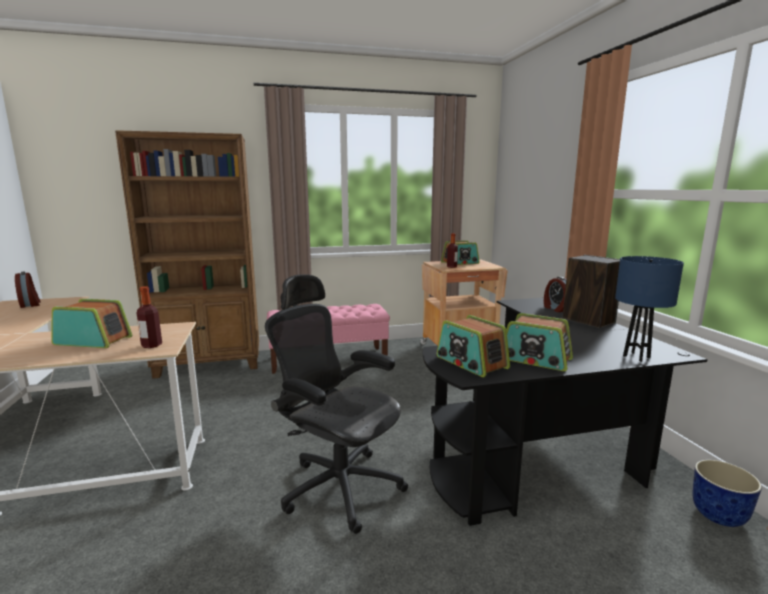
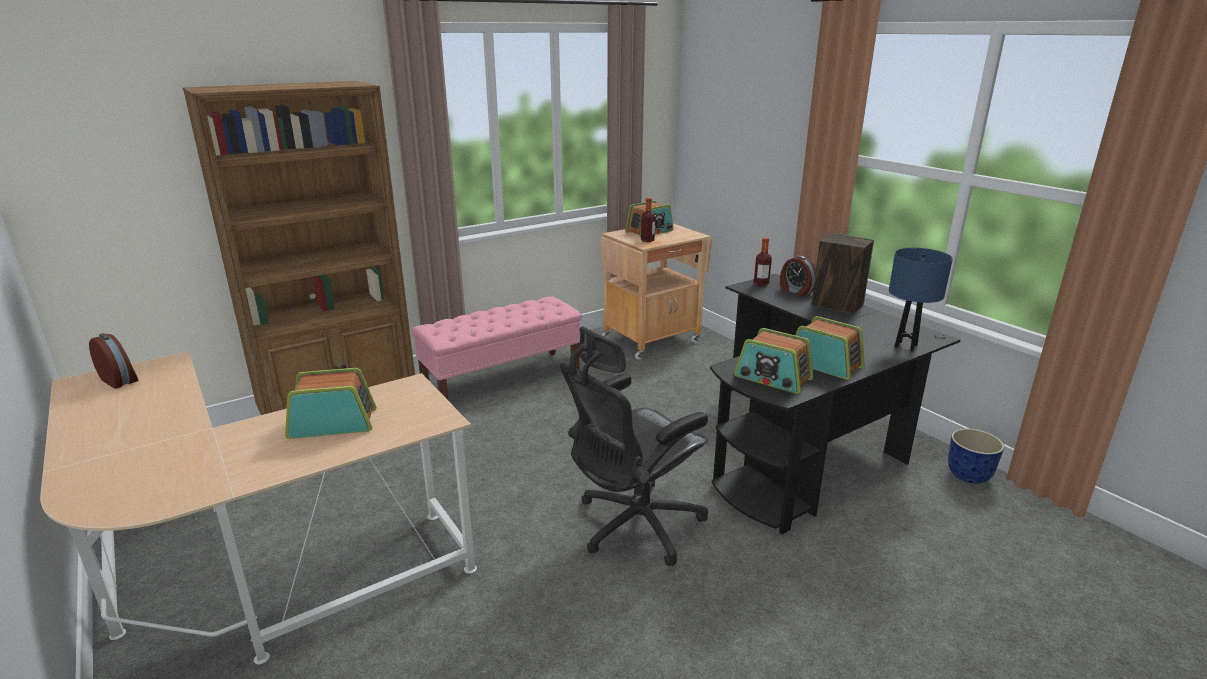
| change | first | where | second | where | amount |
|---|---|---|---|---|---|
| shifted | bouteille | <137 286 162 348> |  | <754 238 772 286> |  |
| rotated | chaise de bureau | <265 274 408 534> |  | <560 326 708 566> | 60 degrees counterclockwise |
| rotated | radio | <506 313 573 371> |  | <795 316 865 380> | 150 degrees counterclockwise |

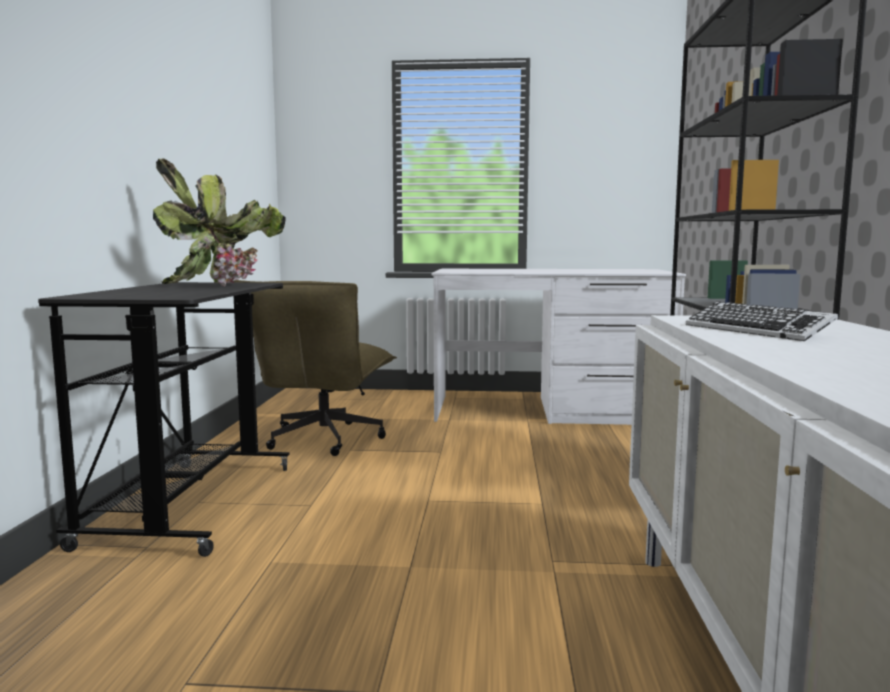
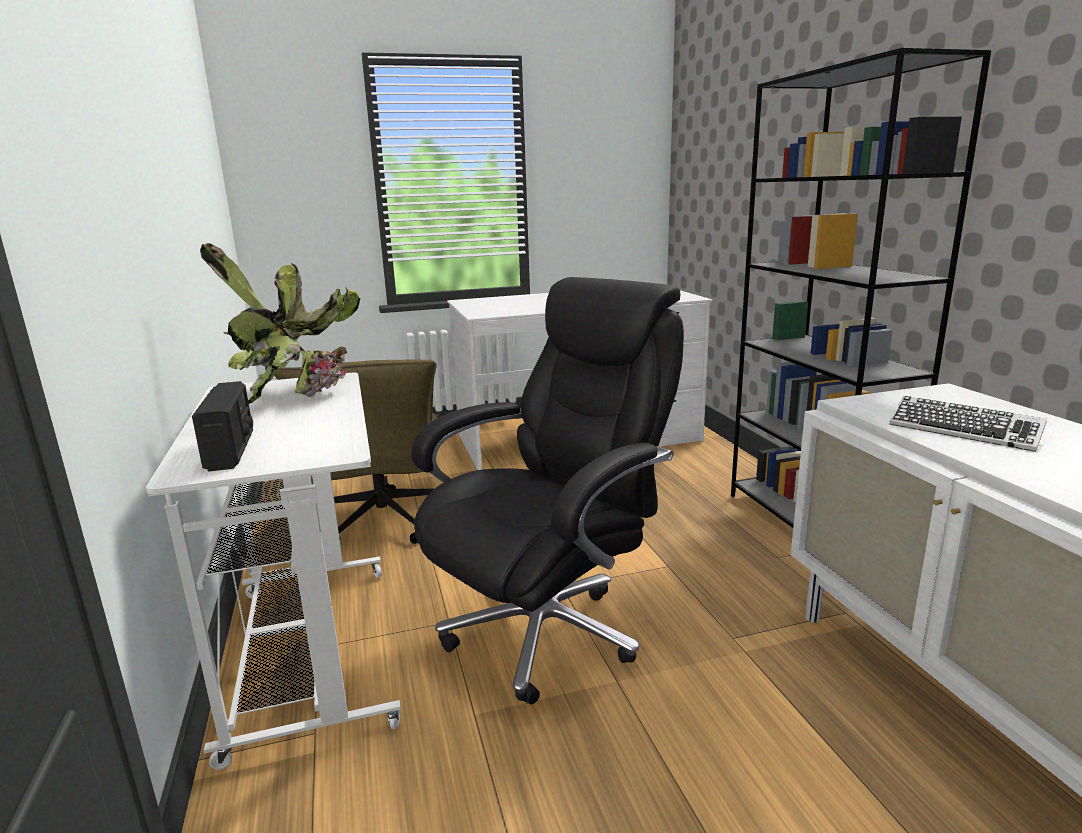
| change | first | where | second | where | amount |
|---|---|---|---|---|---|
| new |  |  | radio | <192 381 253 472> |  |
| new |  |  | chaise de bureau (noir) | <412 277 684 704> |  |
| repainted | bureau (noir) | <38 282 290 557> | bureau (blanc) | <146 373 401 770> |  |

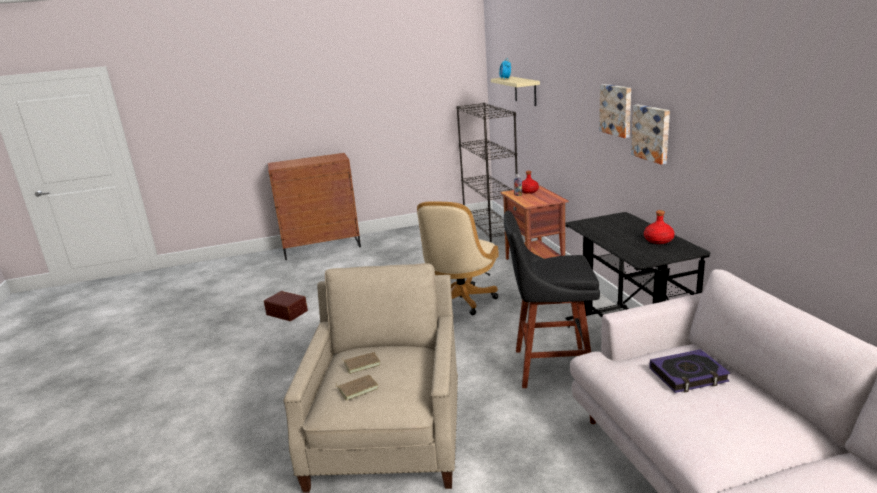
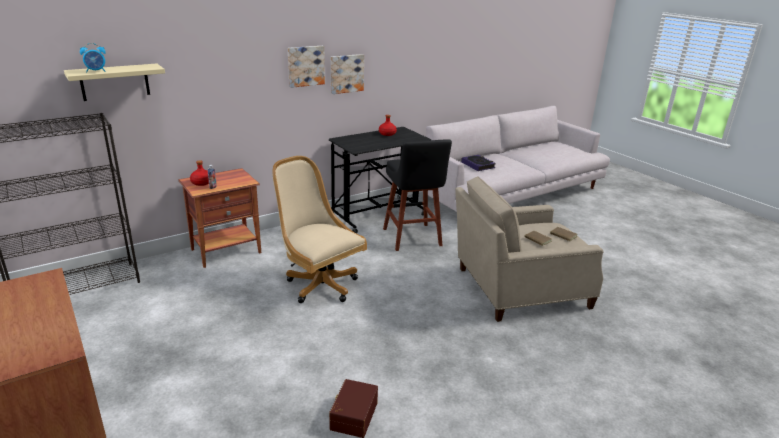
| change | first | where | second | where | amount |
|---|---|---|---|---|---|
| rotated | chaise de bureau (beige) | <417 202 499 316> |  | <273 156 367 303> | 135 degrees counterclockwise |

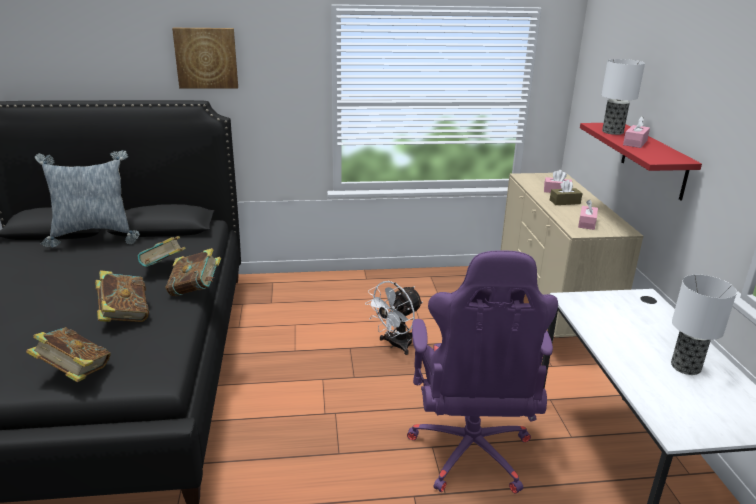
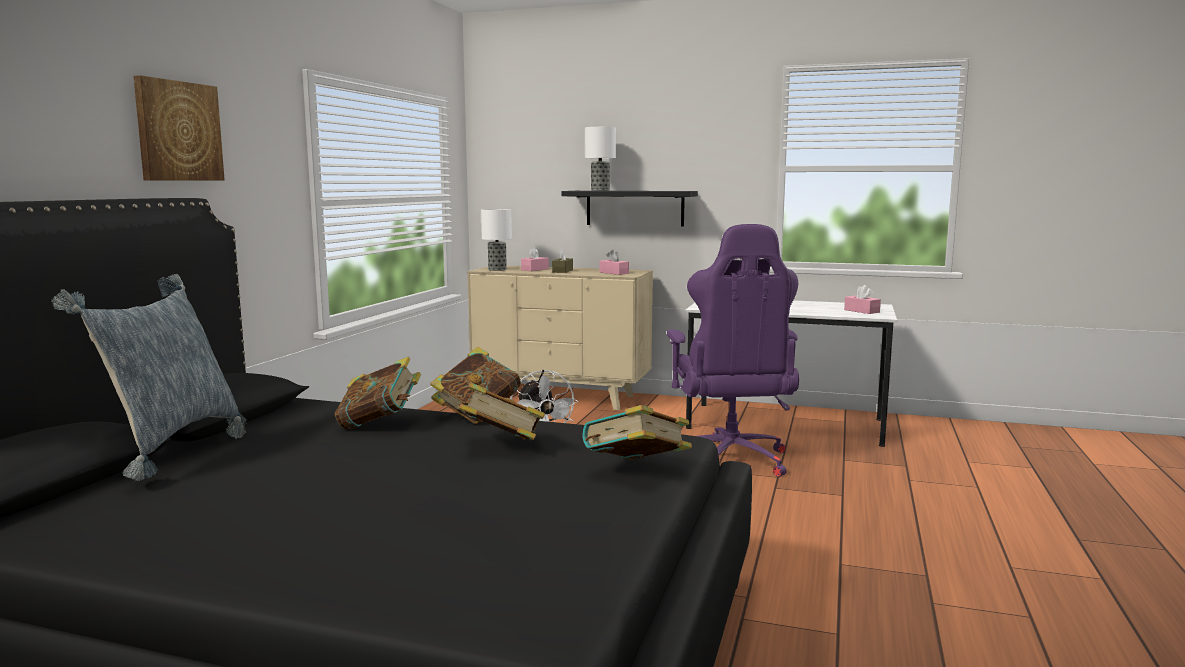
| change | first | where | second | where | amount |
|---|---|---|---|---|---|
| shifted | boîte à mouchoirs (rose) | <623 116 650 148> |  | <844 285 881 314> |  |
| shifted | lampe de table | <671 275 737 375> |  | <481 209 512 271> |  |
| repainted | étagère (rouge) | <580 123 702 201> | étagère (noir) | <562 191 698 227> |  |
| rotated | chaise de bureau (violet) | <407 250 558 494> |  | <667 224 799 477> | 60 degrees clockwise |

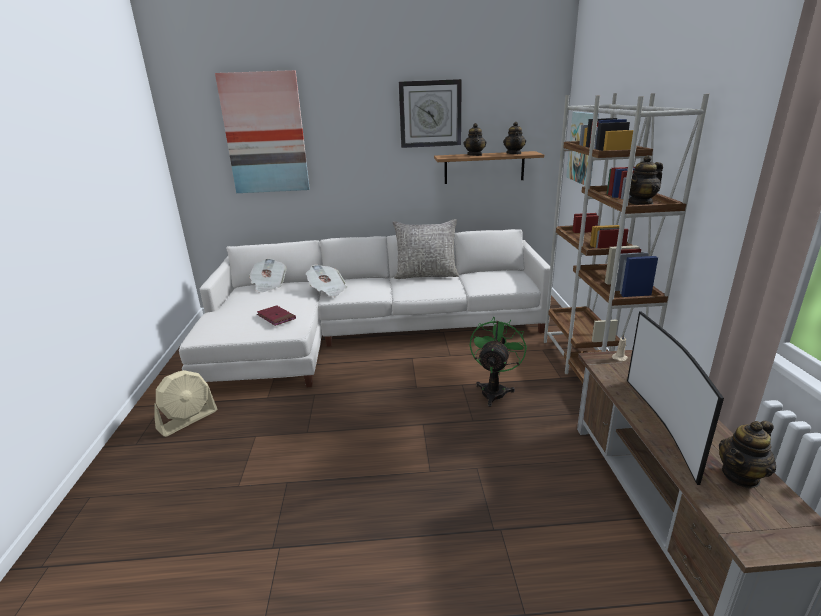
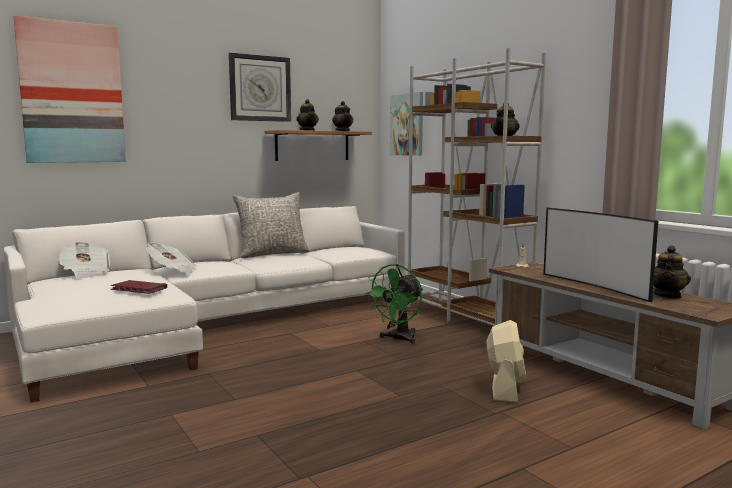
| change | first | where | second | where | amount |
|---|---|---|---|---|---|
| shifted | ventilateur (beige) | <154 370 217 437> |  | <486 320 526 402> |  |
| rotated | ventilateur (vert) | <469 317 527 407> |  | <365 264 423 344> | 135 degrees counterclockwise |

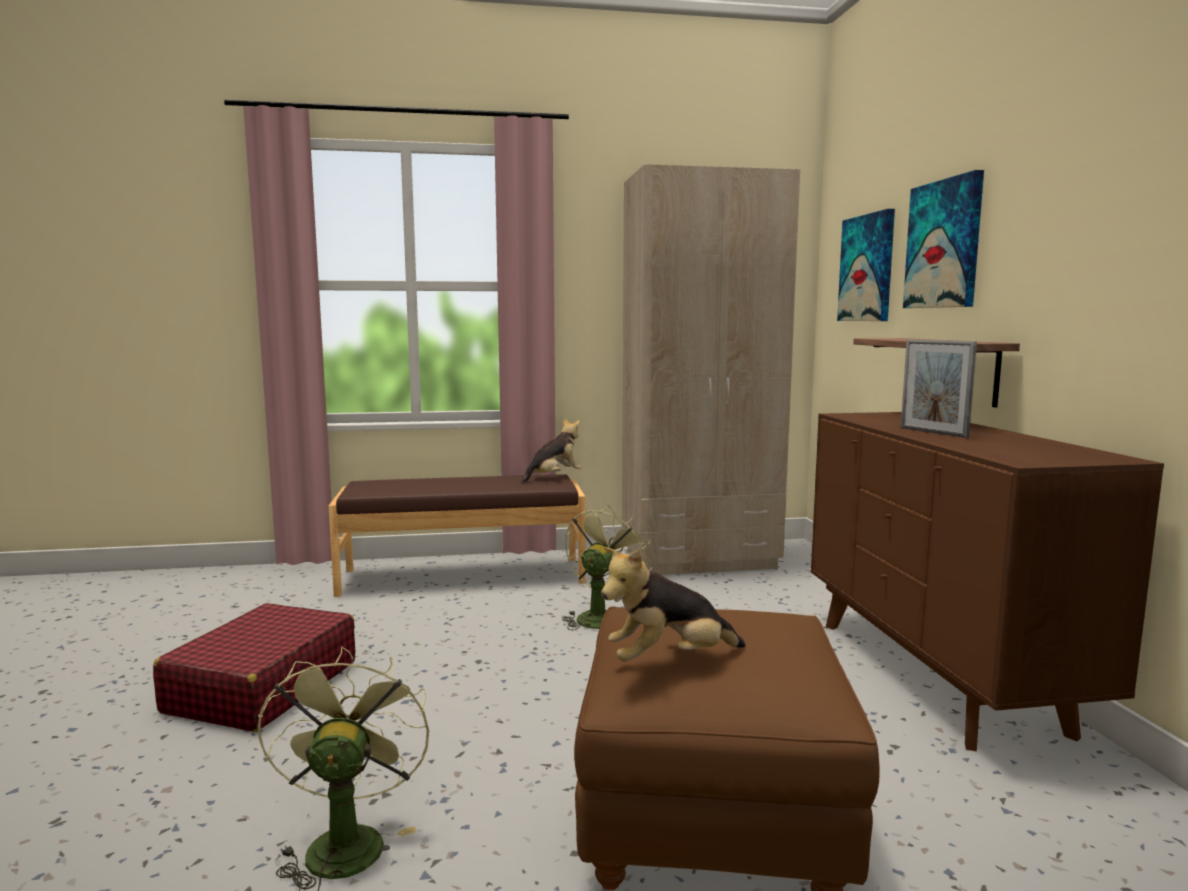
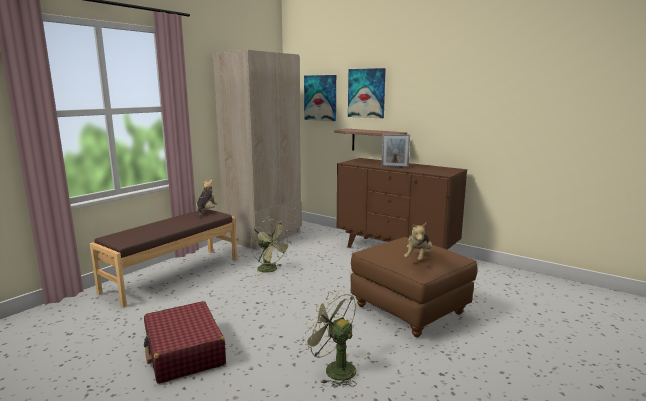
| change | first | where | second | where | amount |
|---|---|---|---|---|---|
| rotated | ventilateur (vert) | <562 505 653 630> |  | <251 219 292 276> | 150 degrees clockwise |

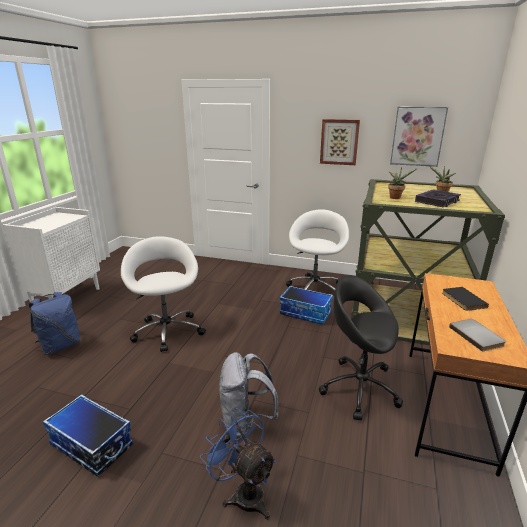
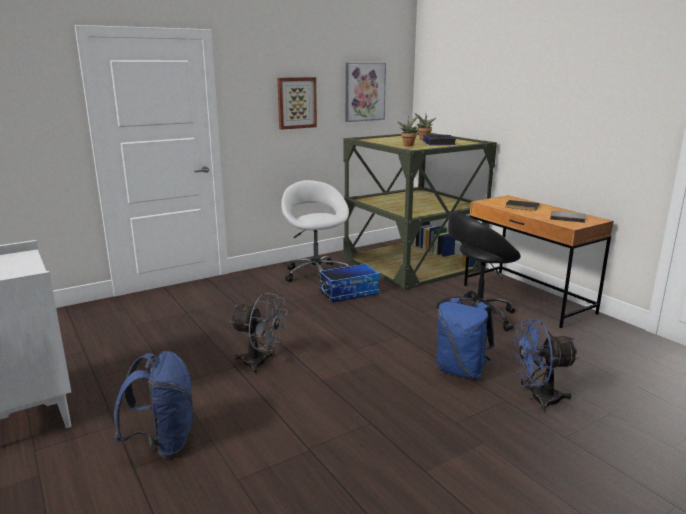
| change | first | where | second | where | amount |
|---|---|---|---|---|---|
| gone | boîte de rangement | <43 394 133 477> |  |  |  |
| swapped | chaise de bureau (blanc) | <121 236 206 352> | ventilateur (gris) | <230 292 288 374> |  |
| repainted | sac à dos (gris) | <219 352 279 438> | sac à dos (bleu) | <436 298 494 380> |  |

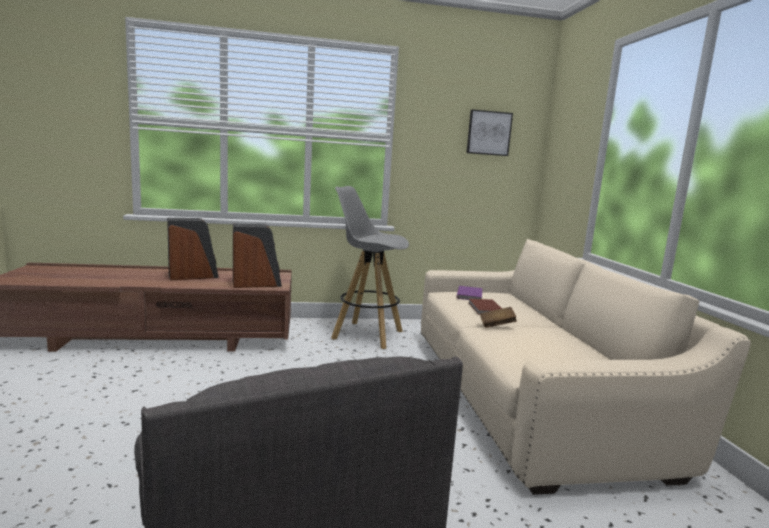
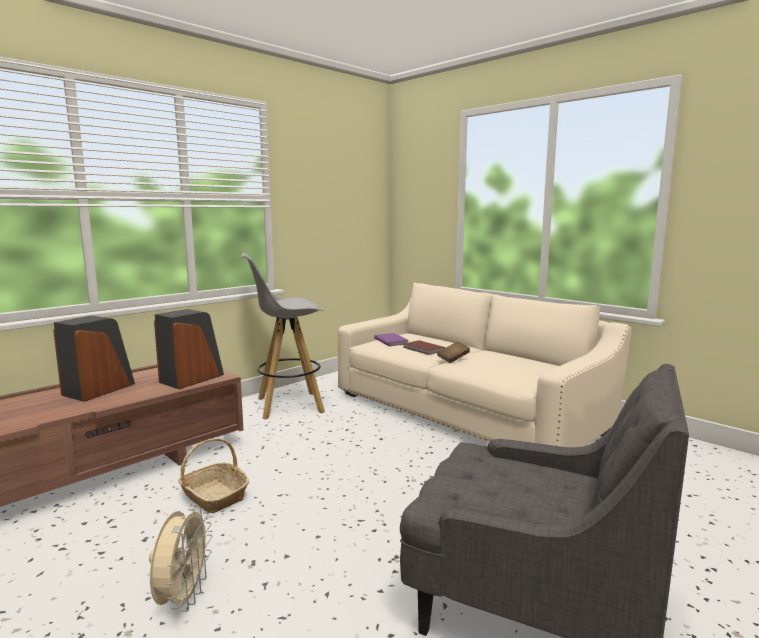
| change | first | where | second | where | amount |
|---|---|---|---|---|---|
| gone | tableau | <466 109 513 156> |  |  |  |
| new |  |  | ventilateur (beige) | <149 505 212 612> |  |
| new |  |  | panier | <178 438 249 513> |  |

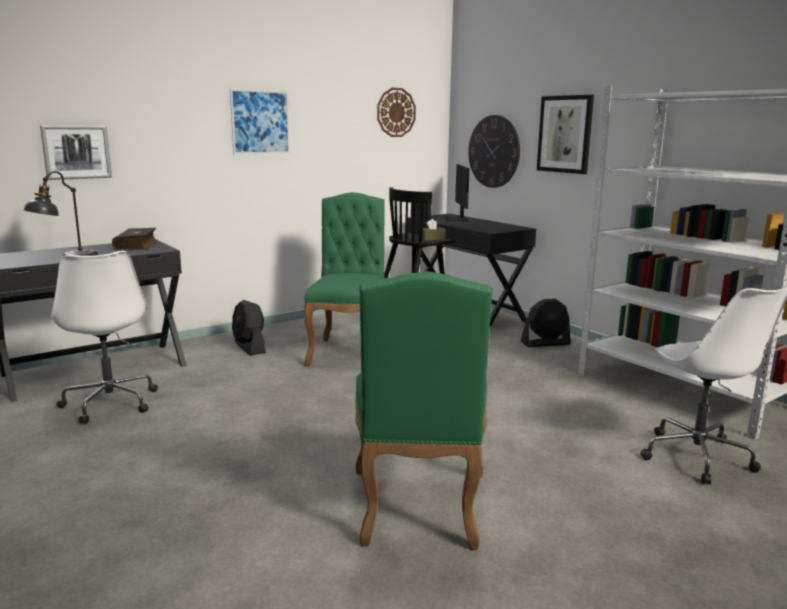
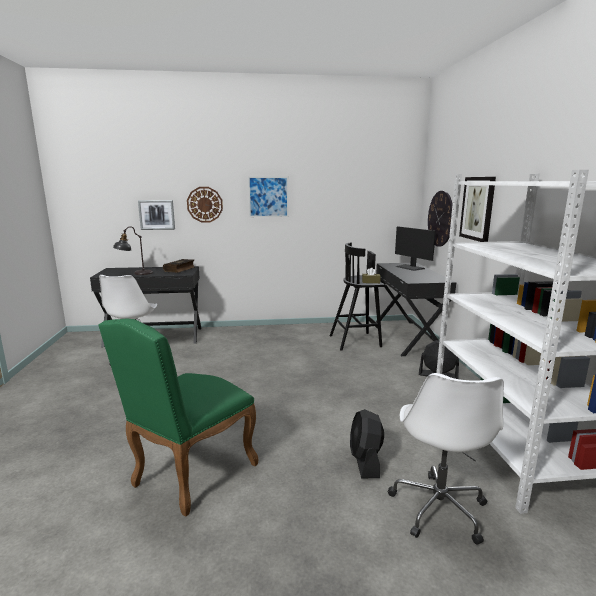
| change | first | where | second | where | amount |
|---|---|---|---|---|---|
| gone | chaise (vert) | <304 192 385 367> |  |  |  |
| shifted | ventilateur (noir) | <232 300 266 355> |  | <350 409 384 478> |  |
| shifted | horloge murale | <377 88 416 137> |  | <187 187 223 223> |  |
| rotated | écran d'ordinateur | <444 164 470 221> |  | <395 226 436 271> | 60 degrees counterclockwise |

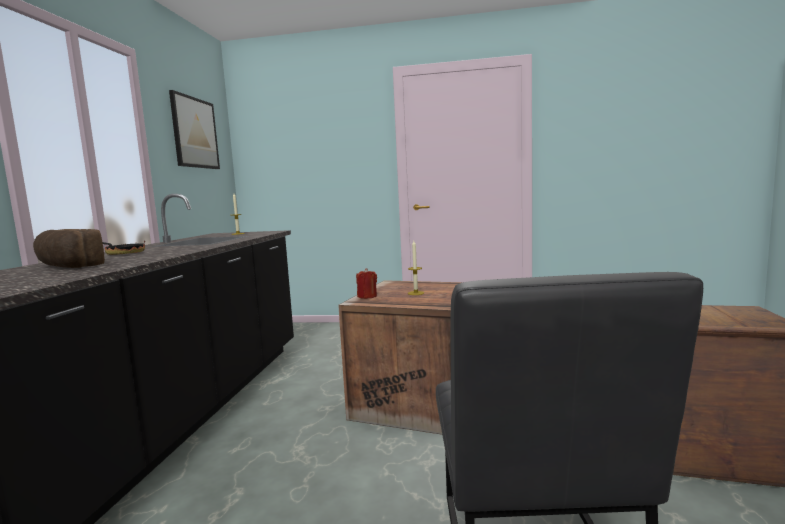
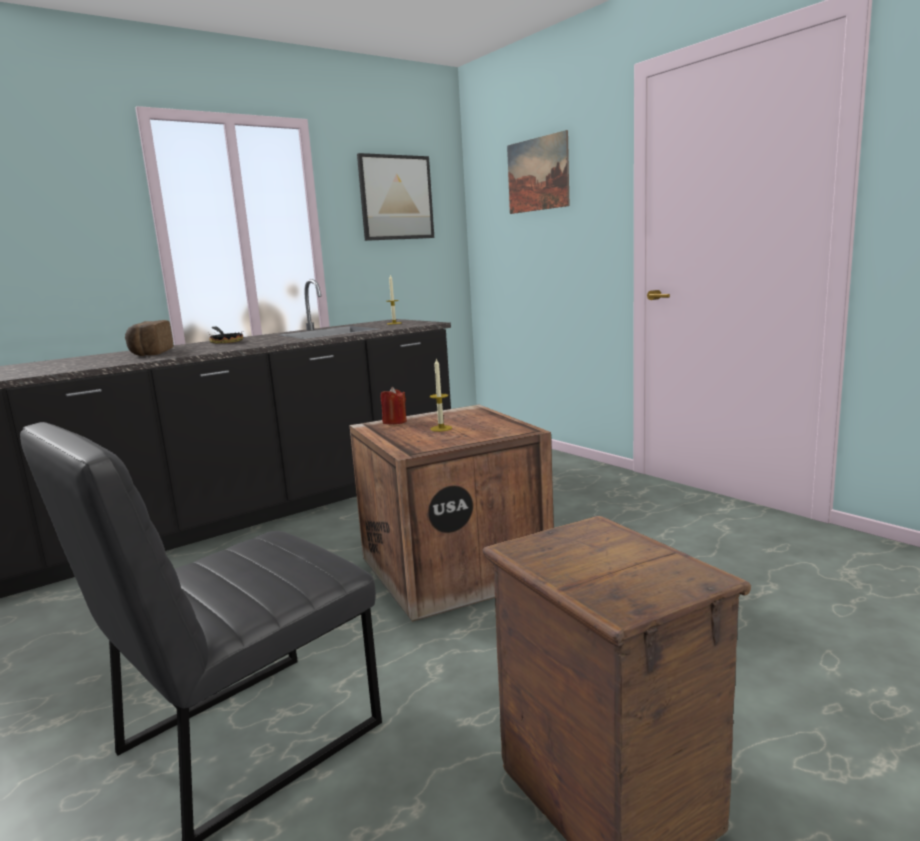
| change | first | where | second | where | amount |
|---|---|---|---|---|---|
| new |  |  | tableau | <507 130 570 214> |  |

